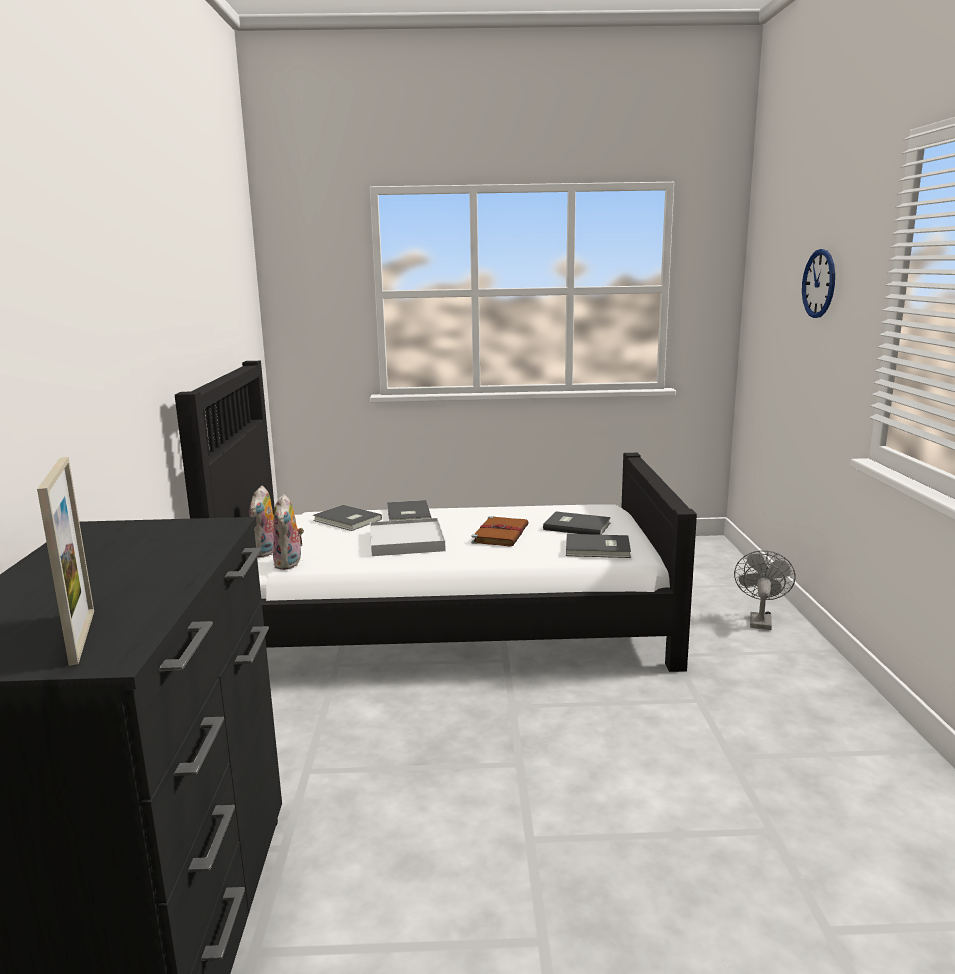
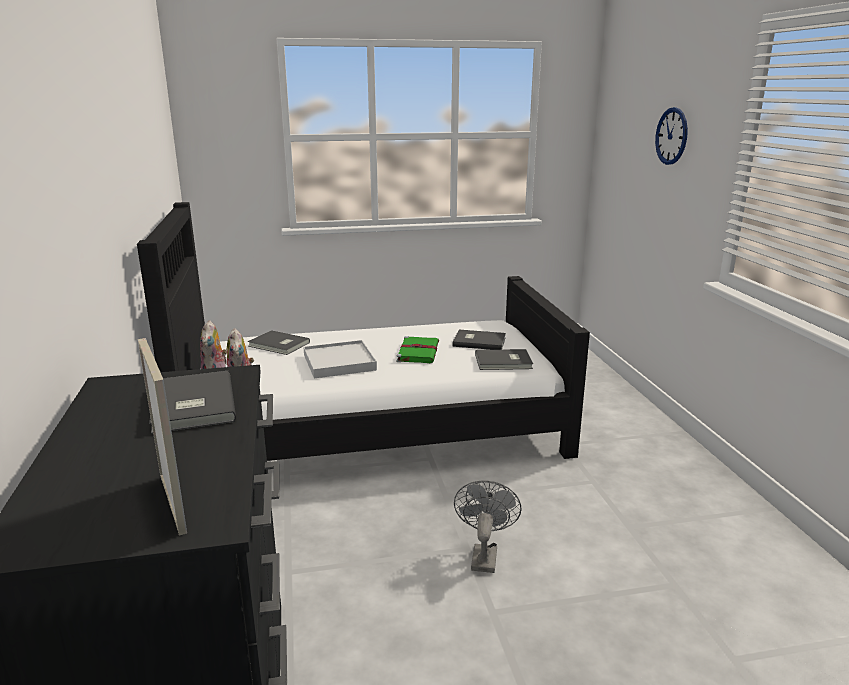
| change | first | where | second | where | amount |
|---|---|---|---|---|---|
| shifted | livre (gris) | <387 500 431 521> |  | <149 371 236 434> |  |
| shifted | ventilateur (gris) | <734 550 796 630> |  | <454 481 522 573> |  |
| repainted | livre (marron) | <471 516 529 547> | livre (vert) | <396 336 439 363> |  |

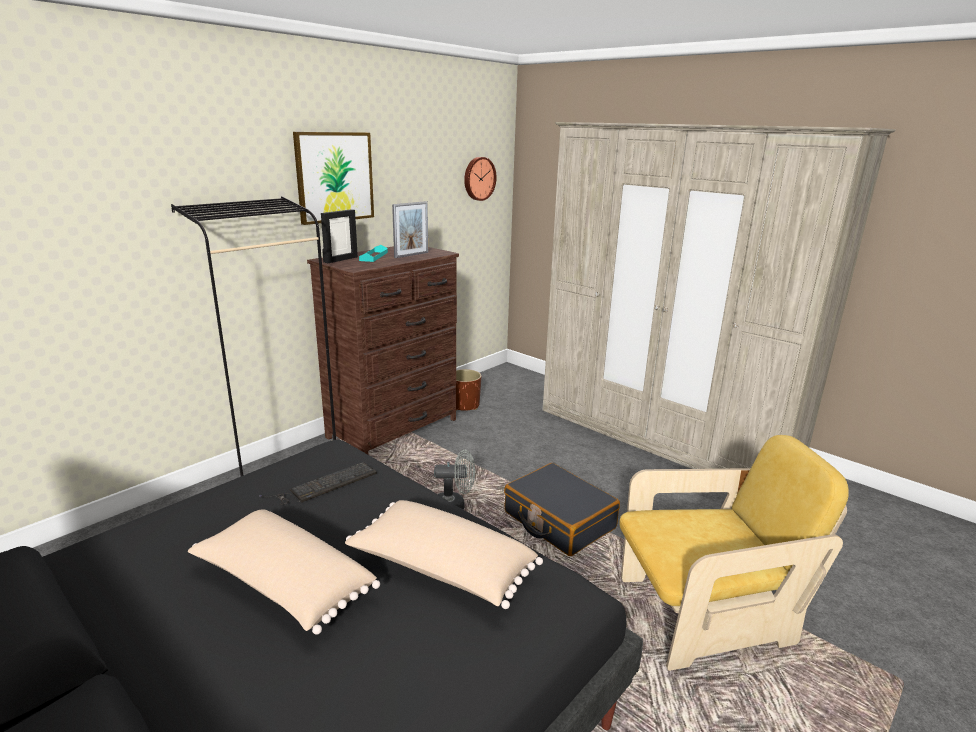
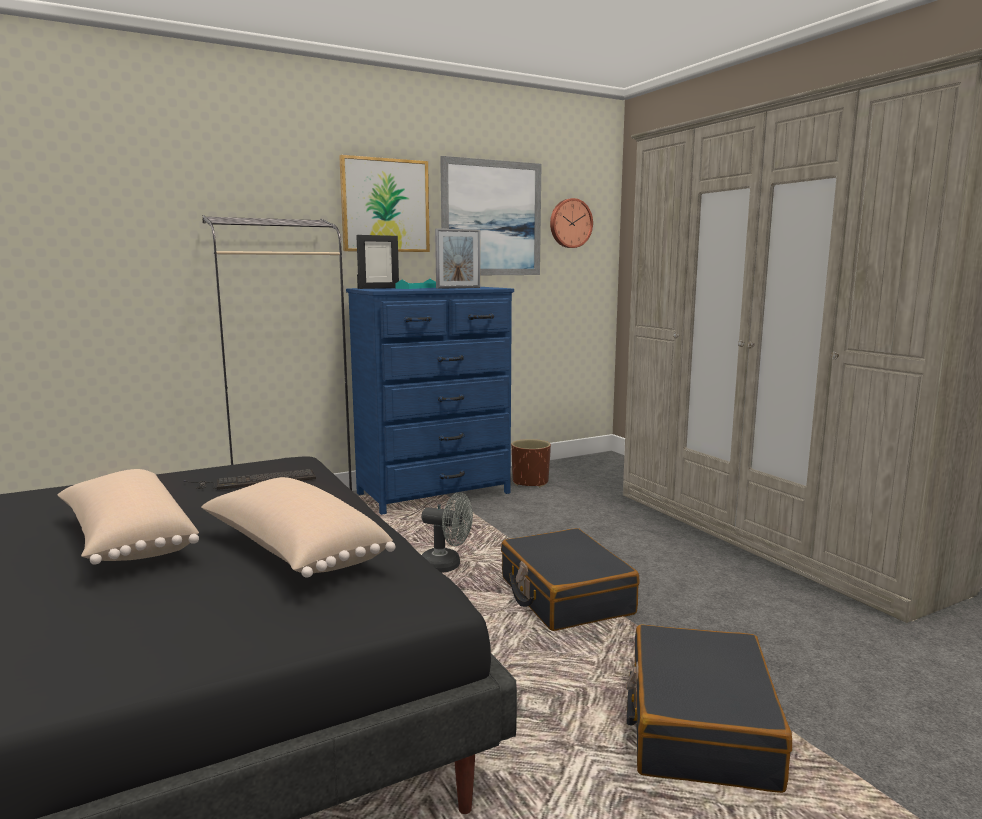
| change | first | where | second | where | amount |
|---|---|---|---|---|---|
| new |  |  | tableau | <440 156 542 275> |  |
| swapped | fauteuil (jaune) | <619 435 849 671> | valise (noir) | <626 624 792 793> |  |
| repainted | commode (marron) | <307 246 459 454> | commode (bleu) | <346 287 514 515> |  |

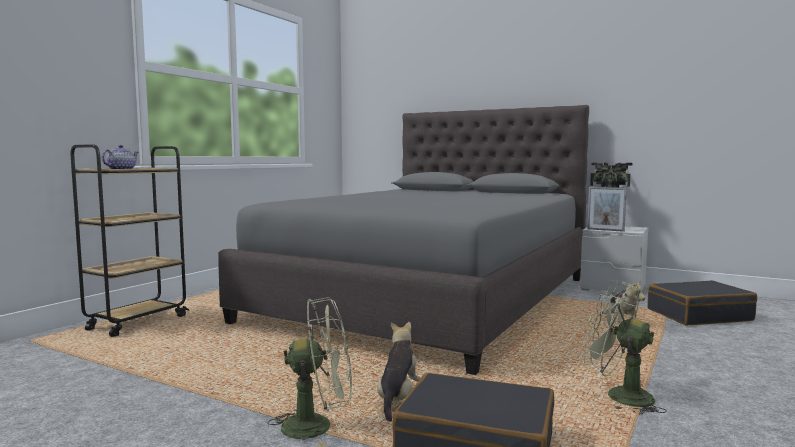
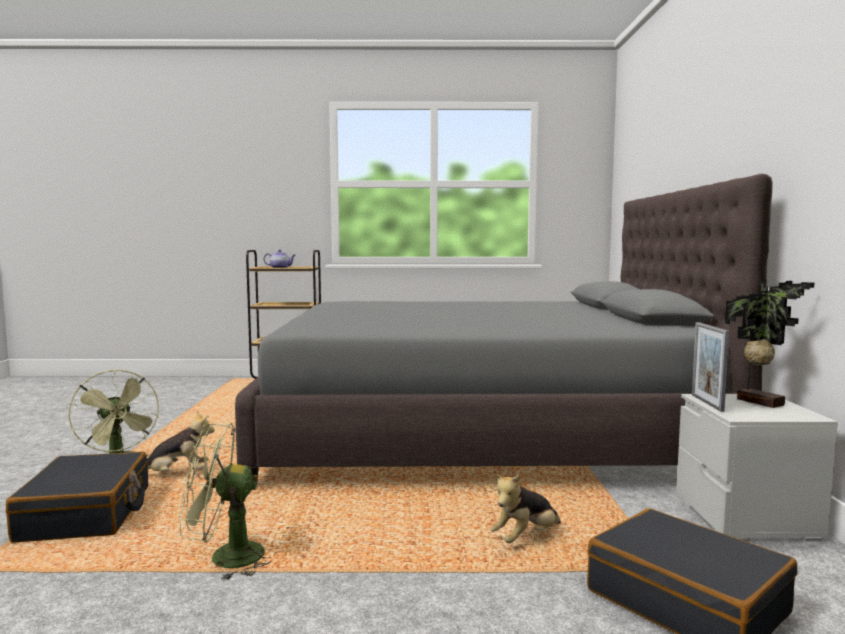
| change | first | where | second | where | amount |
|---|---|---|---|---|---|
| rotated | ventilateur (vert) | <583 280 667 415> |  | <179 423 270 581> | 105 degrees counterclockwise |

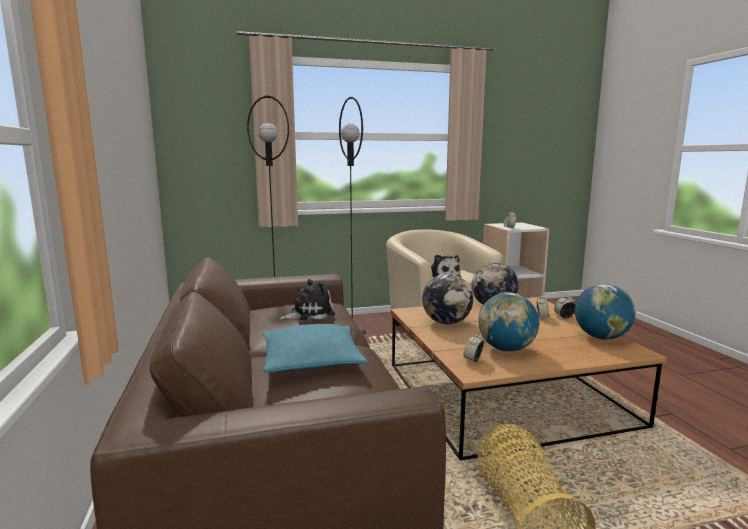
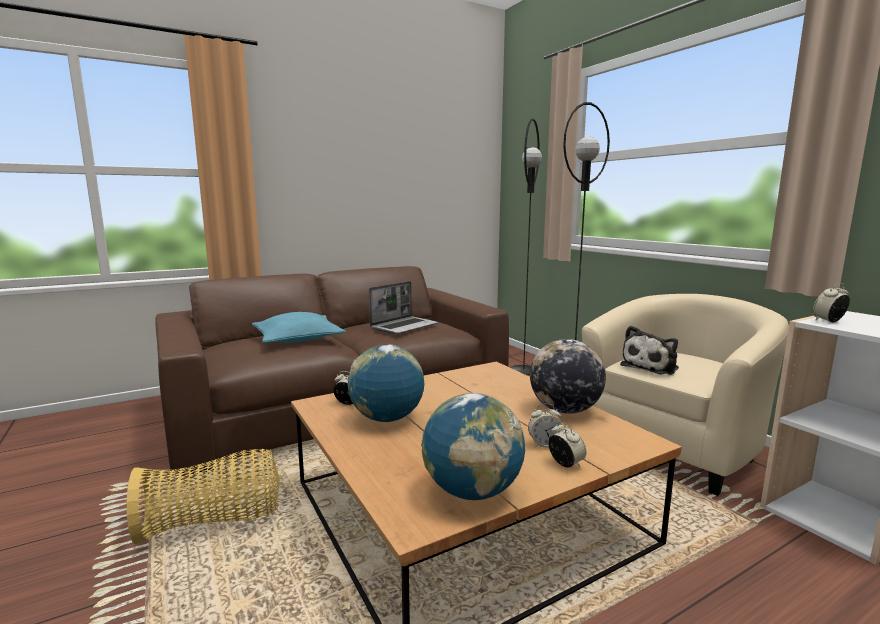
| change | first | where | second | where | amount |
|---|---|---|---|---|---|
| gone | globe | <422 274 473 324> |  |  |  |
| swapped | peluche | <279 279 335 320> | ordinateur portable | <369 281 438 334> |  |

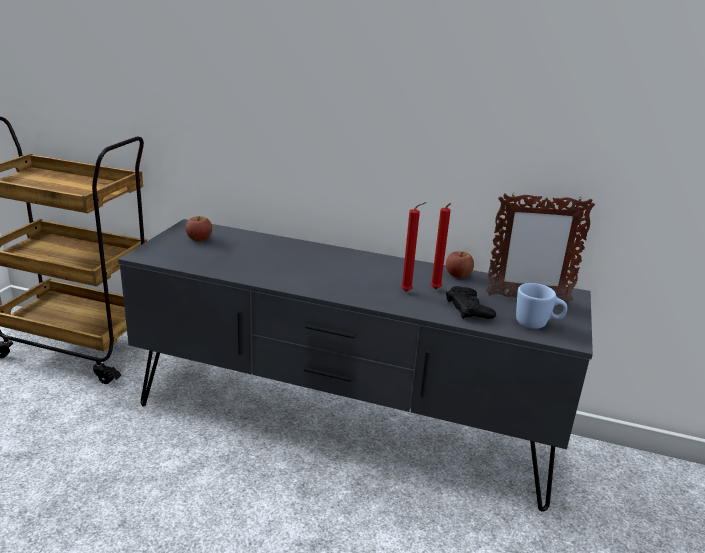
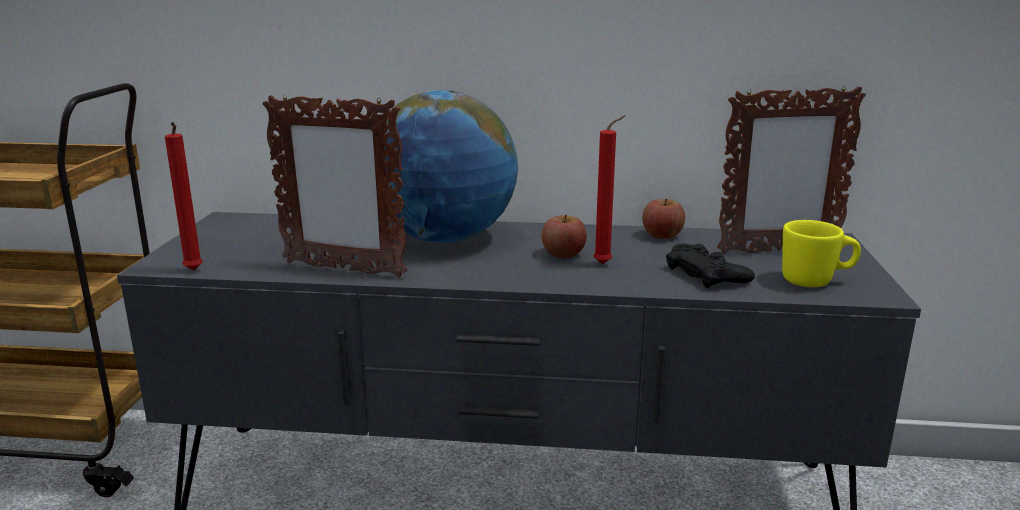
| change | first | where | second | where | amount |
|---|---|---|---|---|---|
| new |  |  | cadre photo | <263 94 407 277> |  |
| new |  |  | globe | <384 90 518 243> |  |
| shifted | pomme | <185 216 212 241> |  | <541 215 587 258> |  |
| shifted | bougie (rouge) | <430 203 451 289> |  | <165 122 203 270> |  |
| repainted | mug (bleu) | <516 283 567 329> | mug (jaune) | <782 220 861 287> |  |

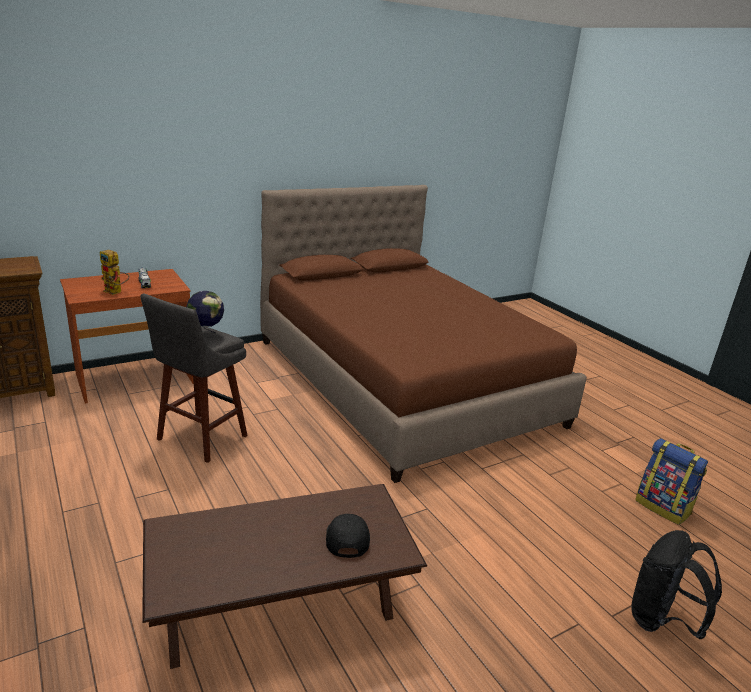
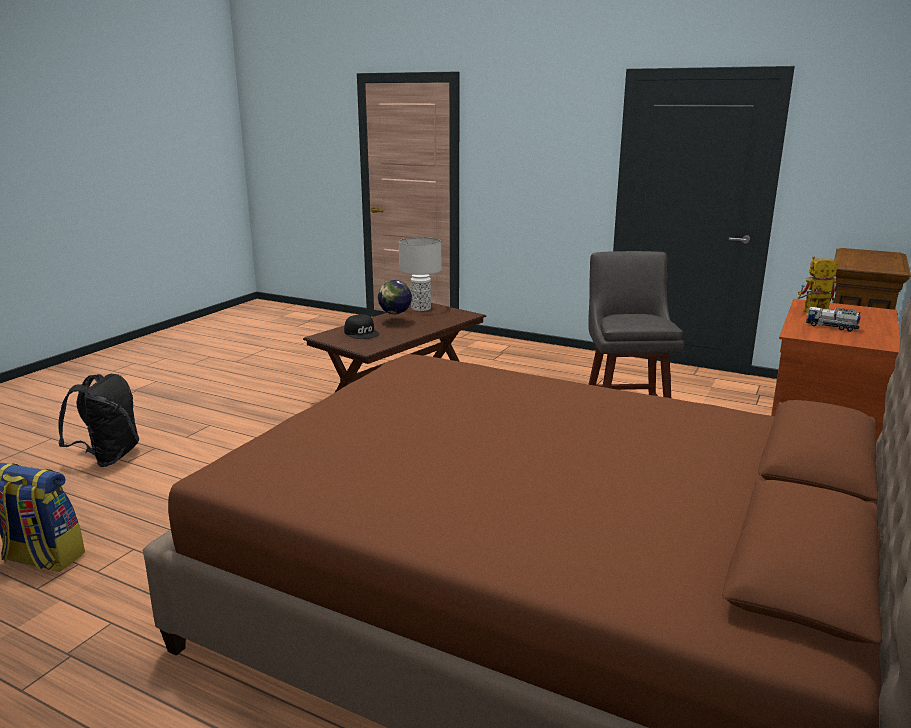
| change | first | where | second | where | amount |
|---|---|---|---|---|---|
| new |  |  | lampe de table (blanc) | <399 237 442 311> |  |
| shifted | globe | <186 291 224 333> |  | <378 280 412 325> |  |

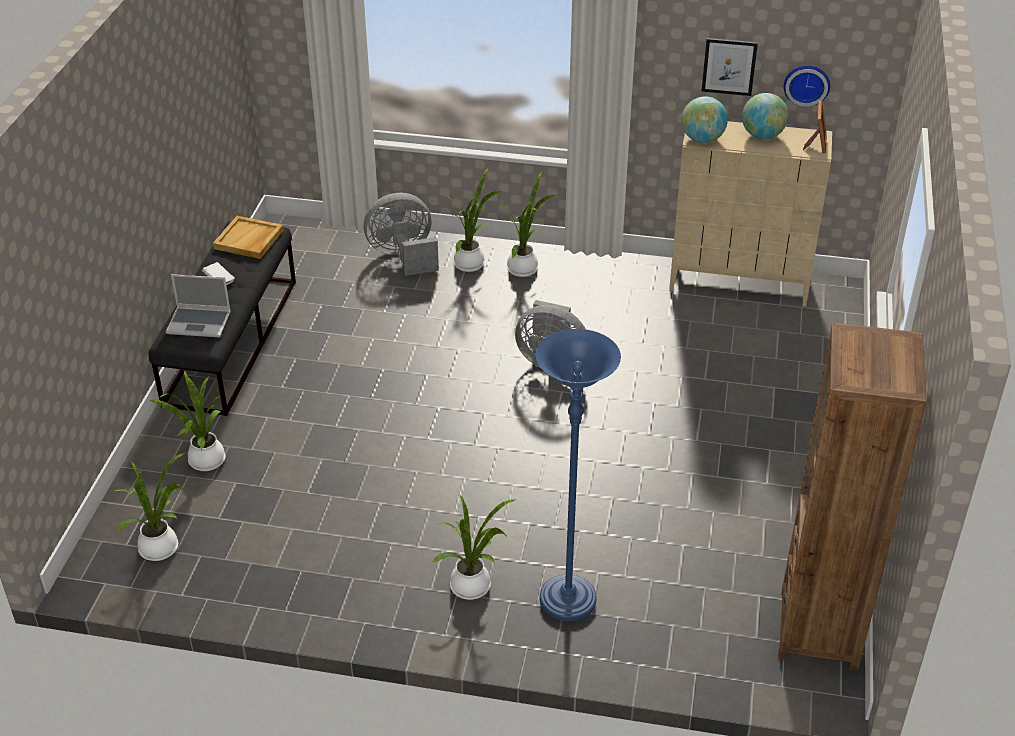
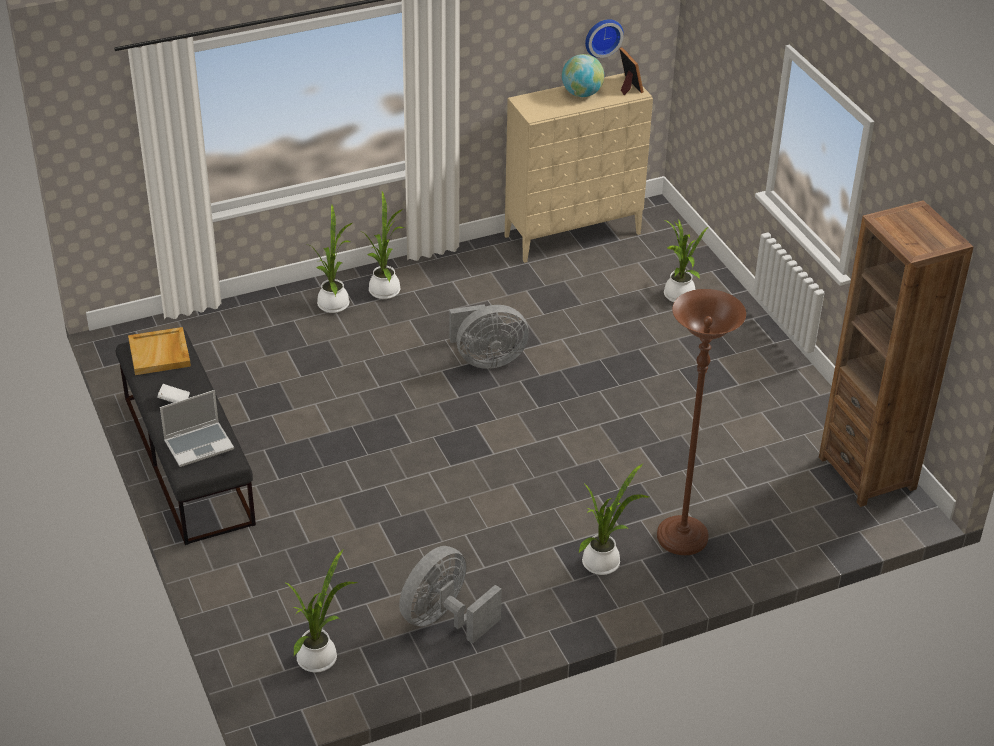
| change | first | where | second | where | amount |
|---|---|---|---|---|---|
| gone | globe | <681 96 728 143> |  |  |  |
| gone | tableau | <702 38 758 96> |  |  |  |
| shifted | plante en pot | <149 370 226 471> |  | <664 219 708 302> |  |
| shifted | ventilateur (gris) | <364 193 439 276> |  | <399 546 502 644> |  |
| repainted | lampadaire (bleu) | <536 329 621 621> | lampadaire (marron) | <657 289 746 555> |  |

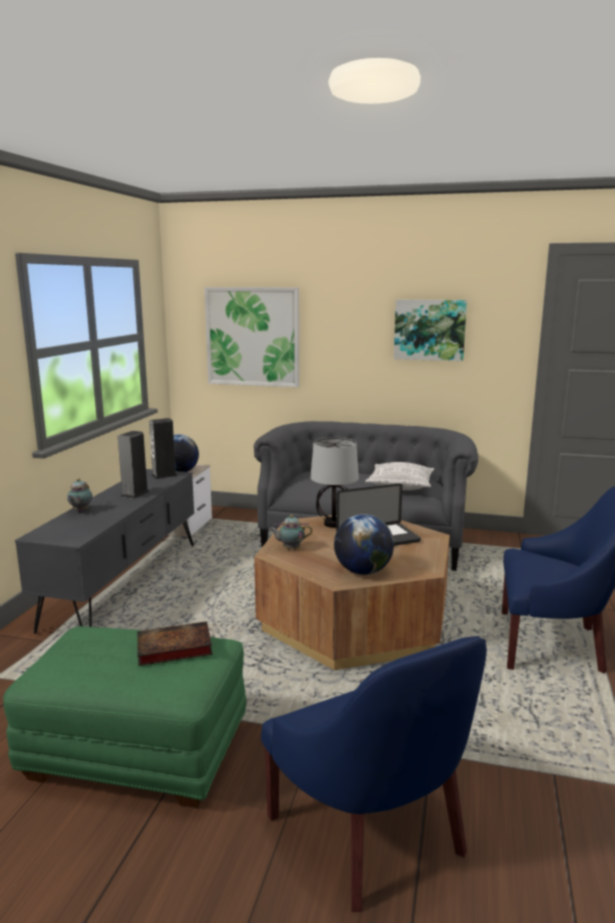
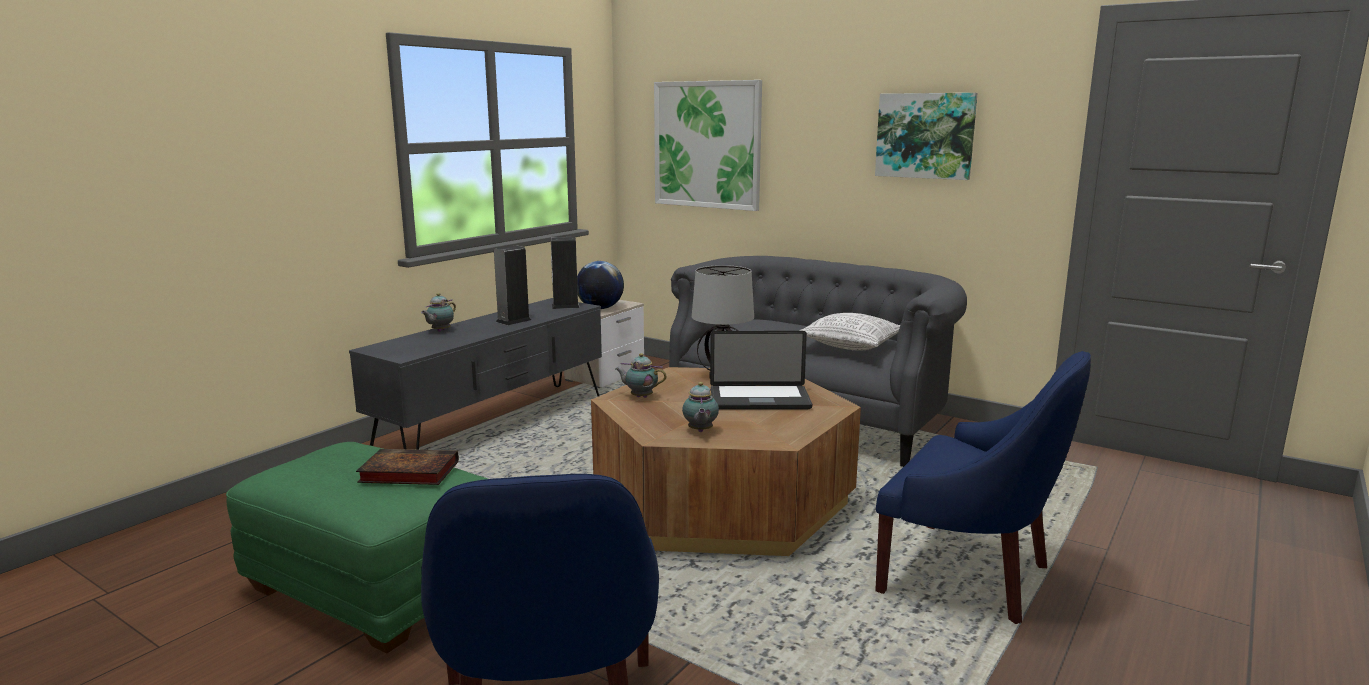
| change | first | where | second | where | amount |
|---|---|---|---|---|---|
| swapped | globe | <334 514 394 575> | théière | <682 382 719 432> |  |

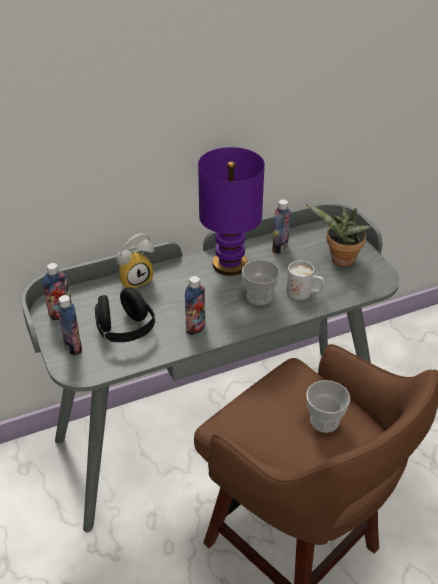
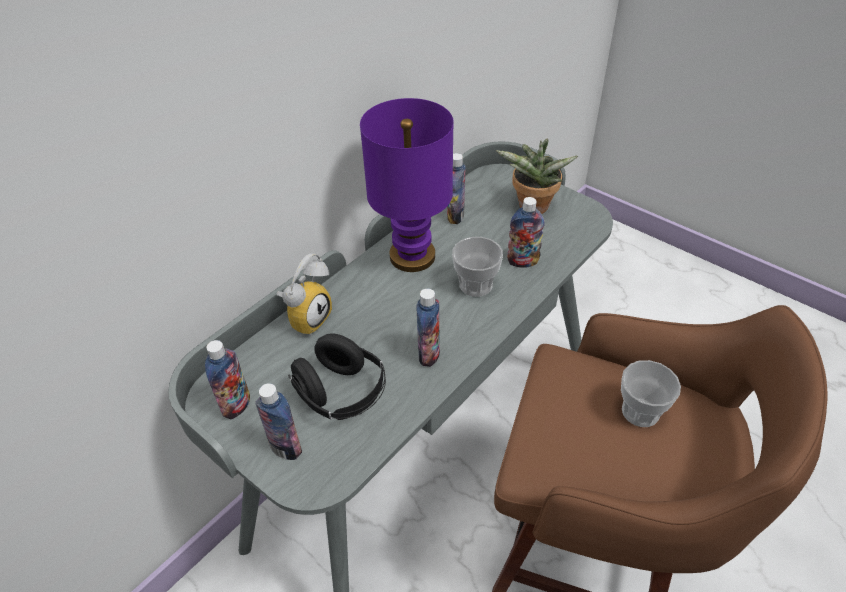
| change | first | where | second | where | amount |
|---|---|---|---|---|---|
| swapped | mug (blanc) | <287 261 324 300> | bouteille | <507 197 545 268> |  |

